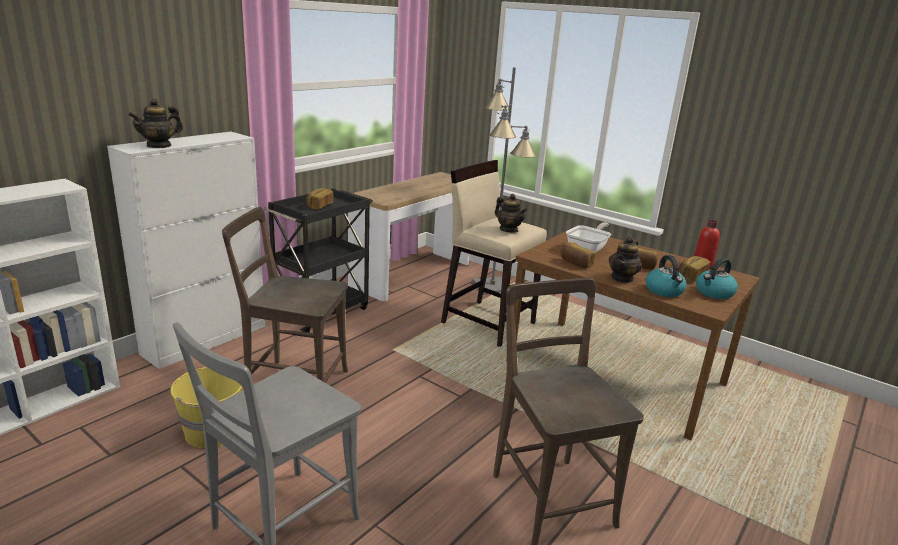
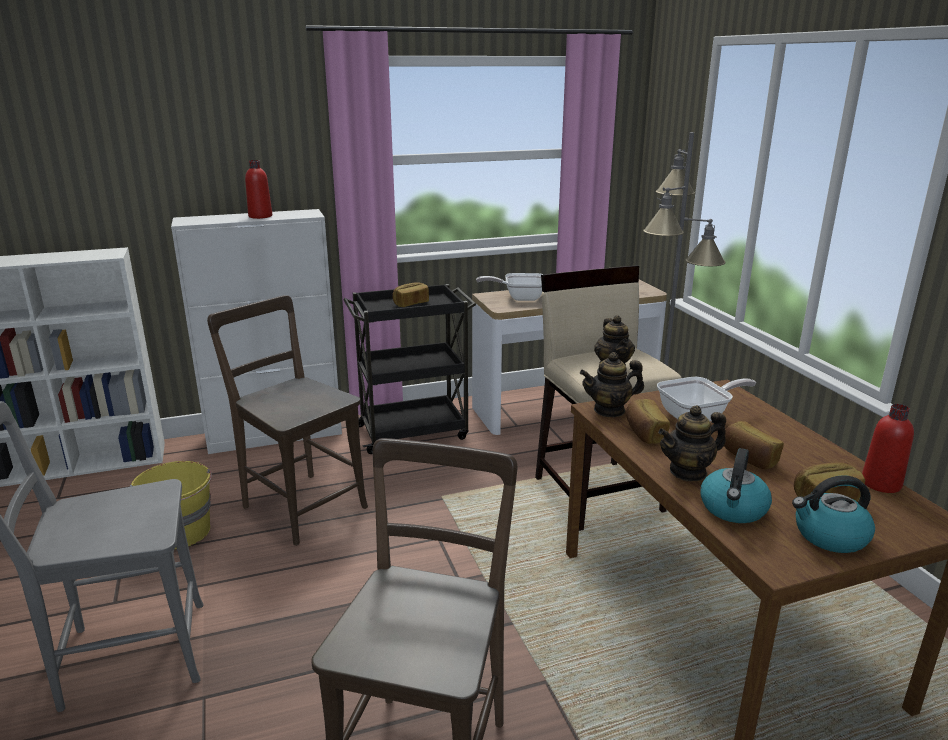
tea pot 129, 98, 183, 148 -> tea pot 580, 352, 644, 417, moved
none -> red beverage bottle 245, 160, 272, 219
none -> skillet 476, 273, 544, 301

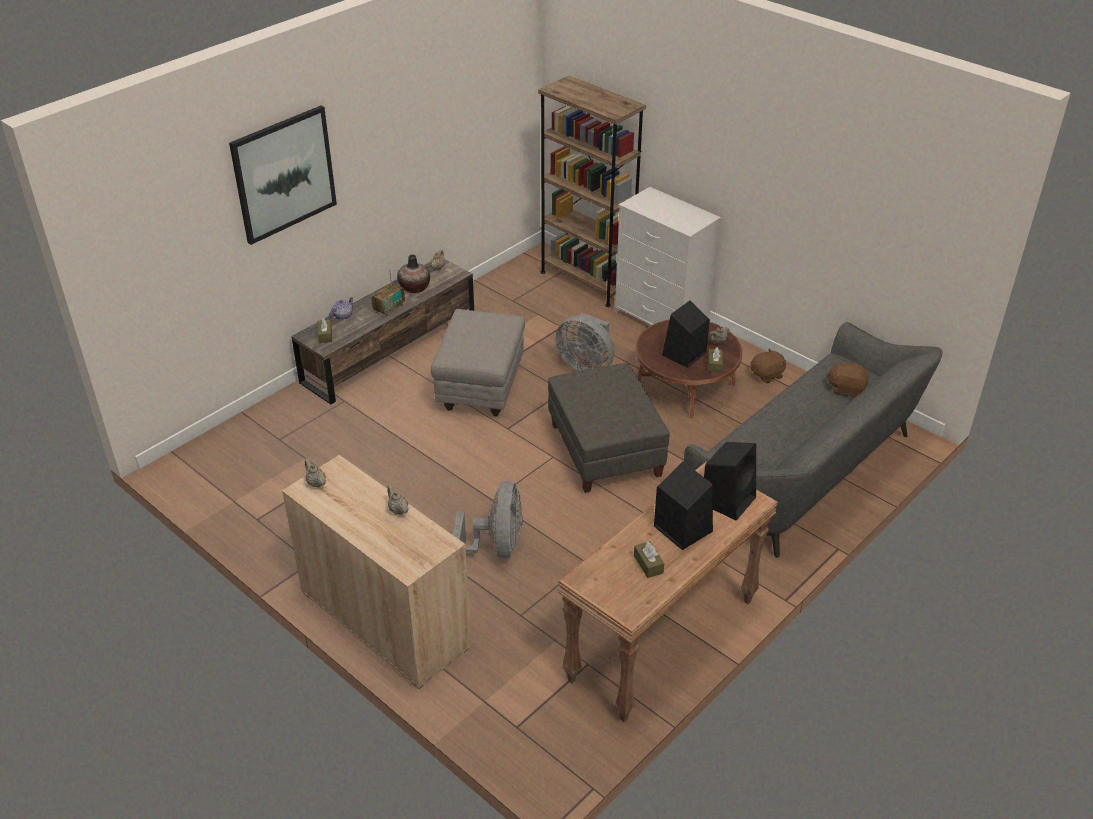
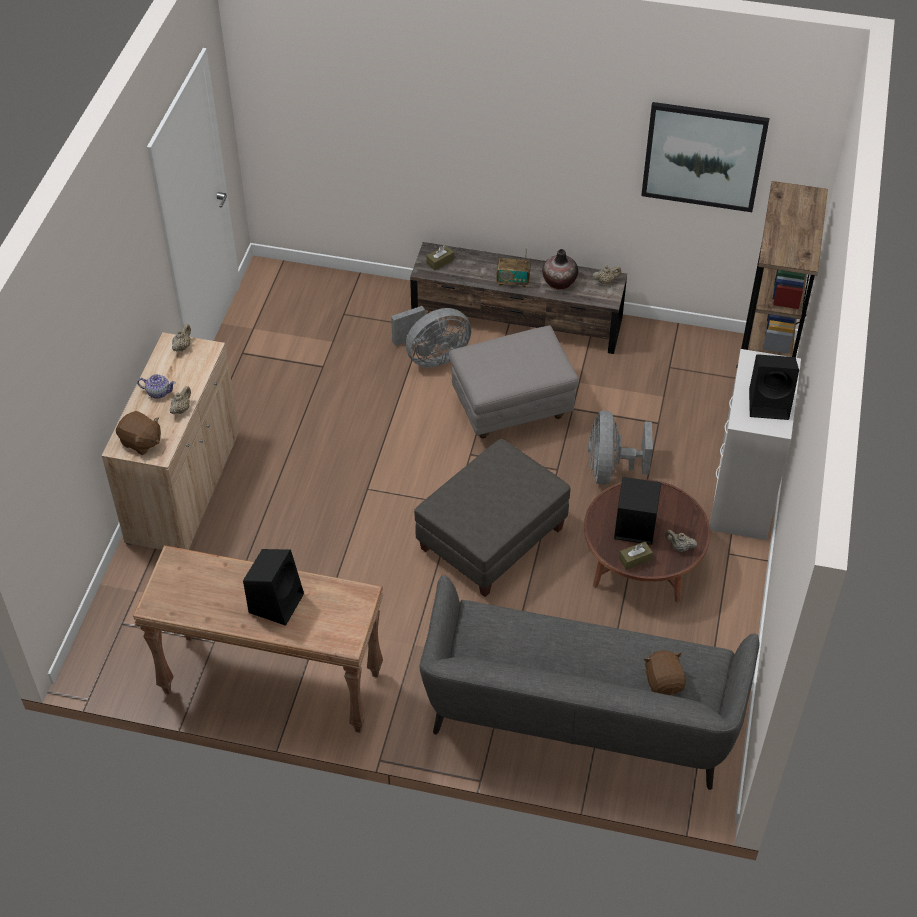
picture 229, 106, 337, 245 -> picture 641, 102, 769, 212, moved
tea pot 329, 297, 354, 320 -> tea pot 137, 374, 176, 398, moved
grey electric fan 453, 481, 523, 558 -> grey electric fan 391, 306, 471, 368, moved
brown tissue box 634, 541, 664, 578 -> none
black-coloured speaker 704, 442, 756, 520 -> black-coloured speaker 749, 354, 799, 420, moved
brown soft toy 751, 348, 787, 383 -> brown soft toy 116, 411, 161, 455, moved

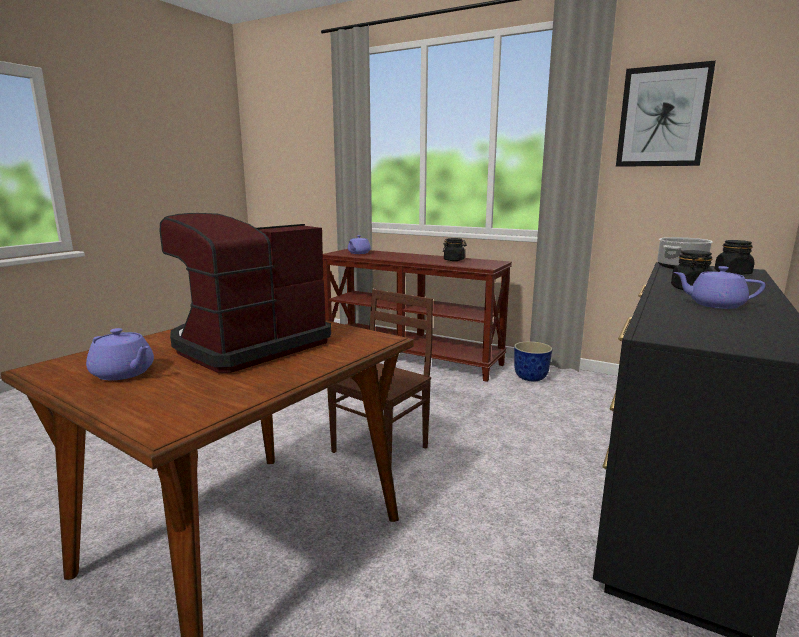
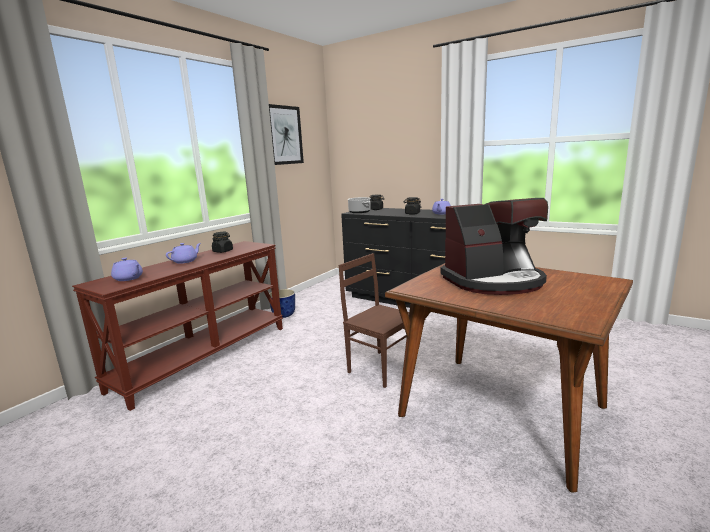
purple-coloured tea pot 86, 328, 154, 380 -> purple-coloured tea pot 166, 243, 201, 264, moved
coffee machine 160, 213, 331, 373 -> coffee machine 441, 198, 548, 295, 60 degrees counterclockwise

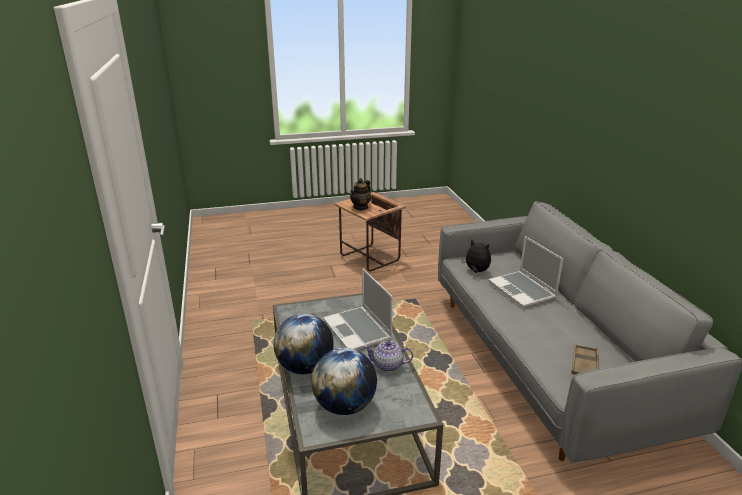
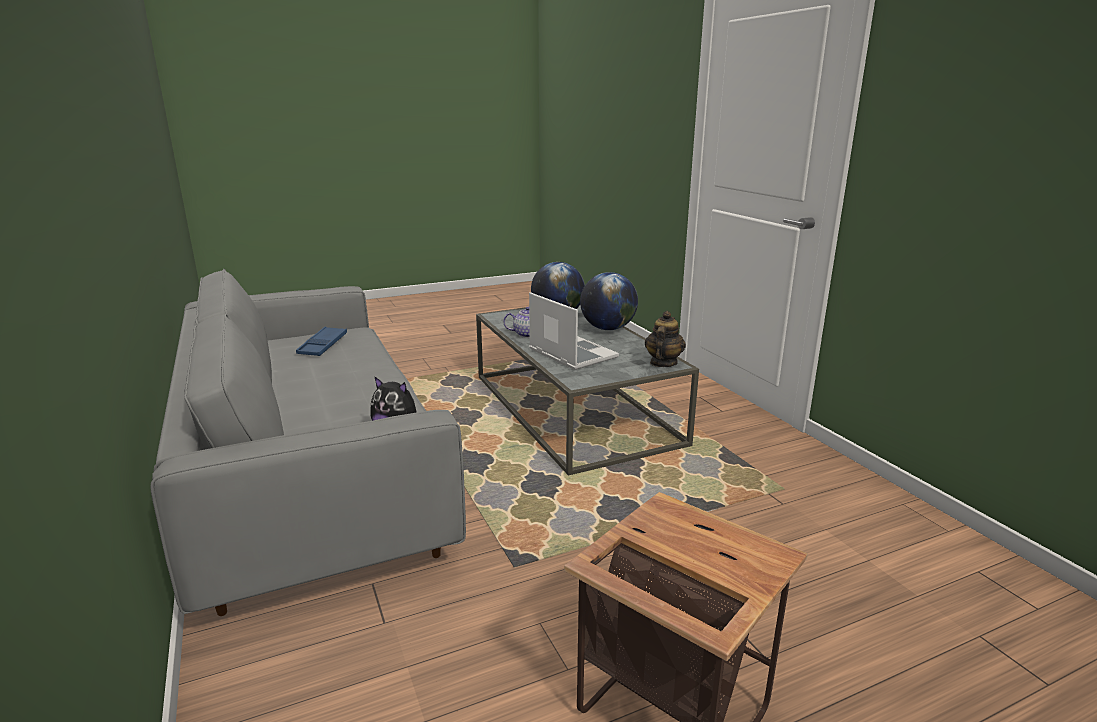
tea pot 350, 178, 371, 210 -> tea pot 645, 311, 686, 367, moved
notebook computer 488, 236, 563, 308 -> none
brown serving tray 571, 344, 599, 375 -> blue serving tray 296, 326, 347, 356

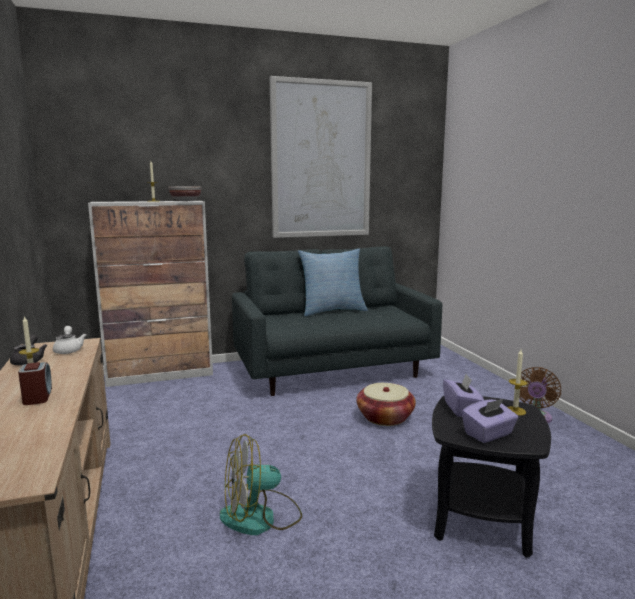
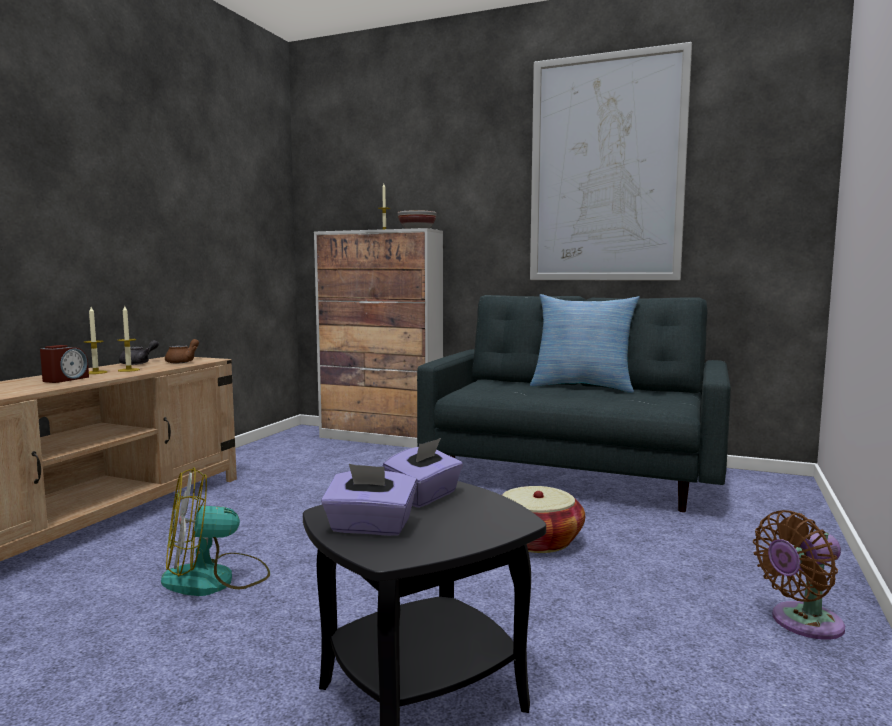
white-coloured tea pot 53, 326, 86, 354 -> brown tea pot 165, 339, 199, 364
electric fan 220, 434, 302, 535 -> electric fan 161, 467, 270, 596, 45 degrees counterclockwise
candle 507, 350, 527, 416 -> candle 117, 306, 140, 372, moved

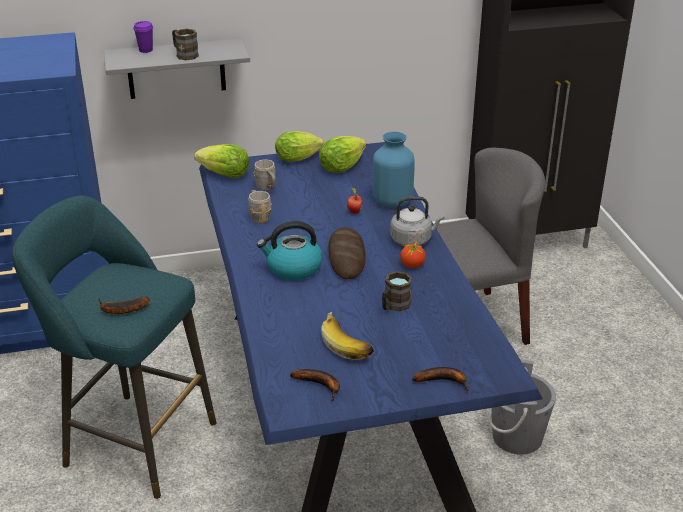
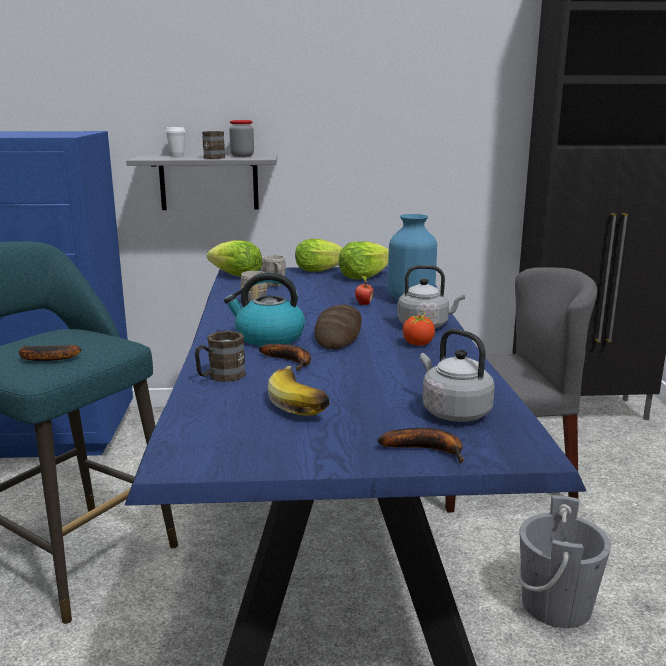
purple-coloured cup 134, 21, 153, 53 -> white-coloured cup 166, 127, 185, 157
banana 290, 369, 340, 401 -> banana 259, 344, 311, 371, moved
brown mug 382, 271, 412, 311 -> brown mug 195, 331, 246, 382, moved
none -> preserve jar 229, 120, 254, 157
none -> grey tea kettle 420, 329, 495, 422

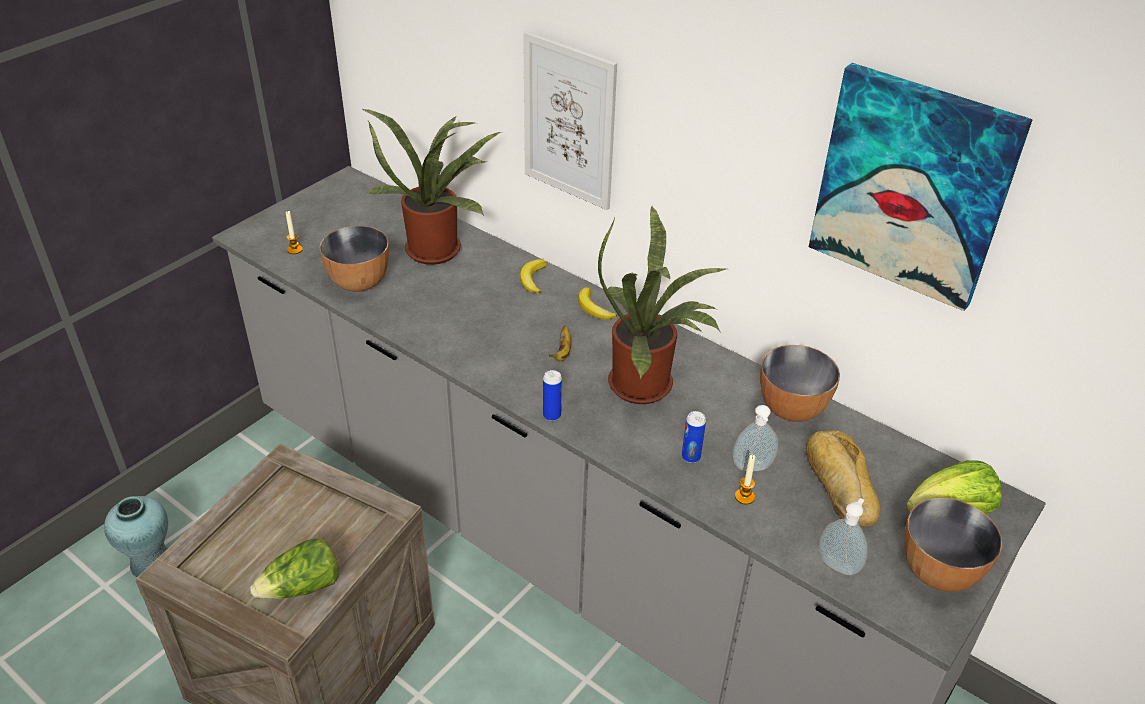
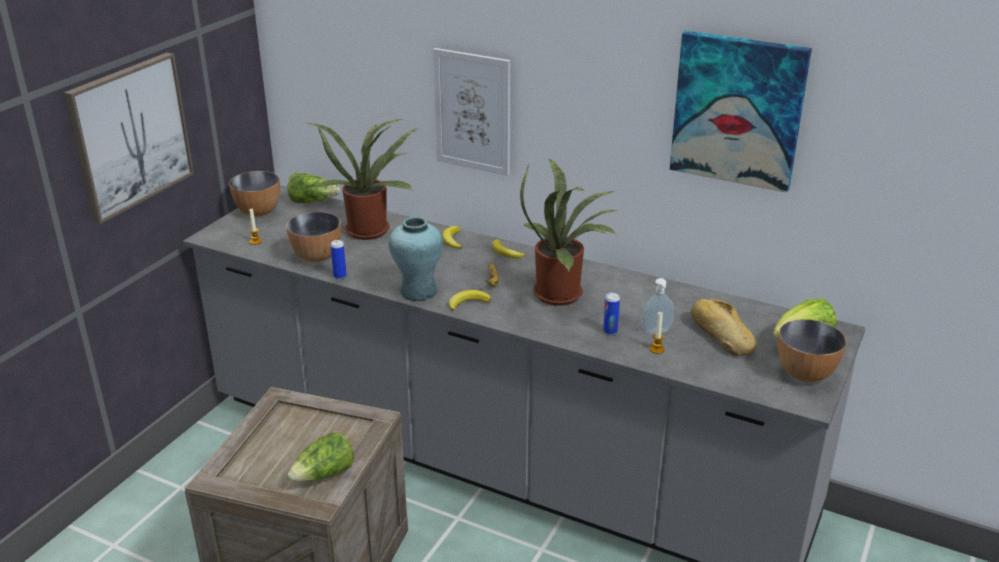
turquoise decorative vase 104, 496, 168, 577 -> turquoise decorative vase 389, 217, 443, 301, moved
can 543, 370, 562, 421 -> can 331, 240, 347, 279, moved
deep dish 760, 345, 840, 422 -> deep dish 229, 171, 280, 216, moved
soap dispenser 819, 498, 868, 575 -> none
none -> picture 64, 52, 194, 224
none -> lettuce head 288, 173, 340, 203
none -> banana 449, 290, 491, 311

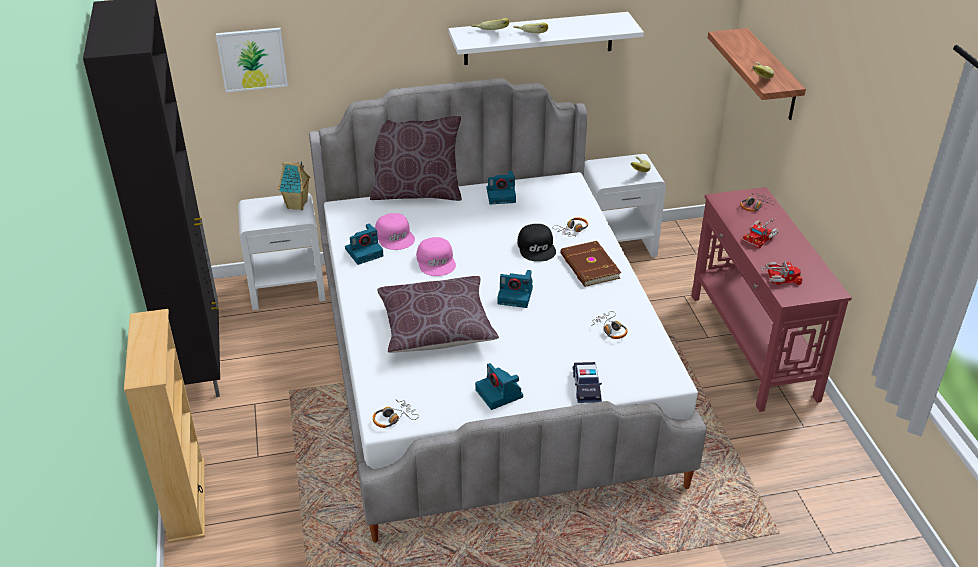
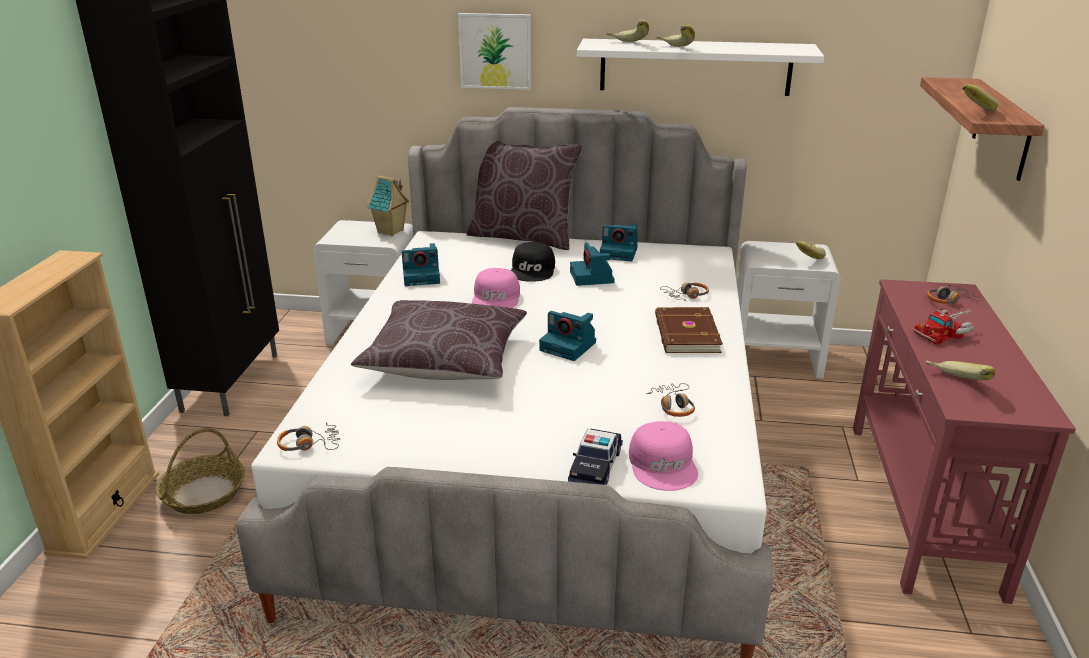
picture 216, 28, 288, 92 -> picture 458, 13, 532, 90, moved
pink baseball cap 375, 213, 415, 250 -> pink baseball cap 629, 421, 698, 491, moved
photo camera 475, 363, 523, 410 -> photo camera 570, 243, 615, 286, moved
black-coloured baseball cap 517, 224, 556, 262 -> black-coloured baseball cap 511, 242, 555, 282, moved
toy truck 760, 261, 803, 285 -> banana 925, 361, 995, 380
none -> household basket 156, 428, 245, 514

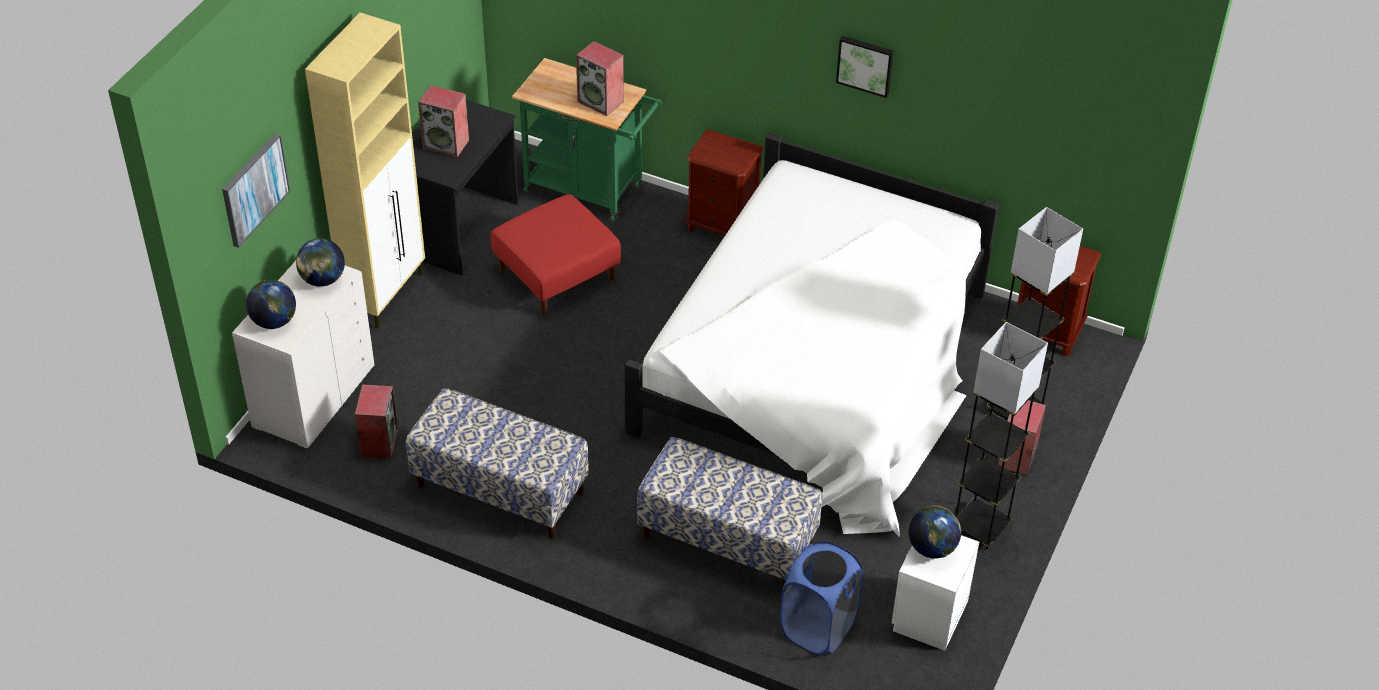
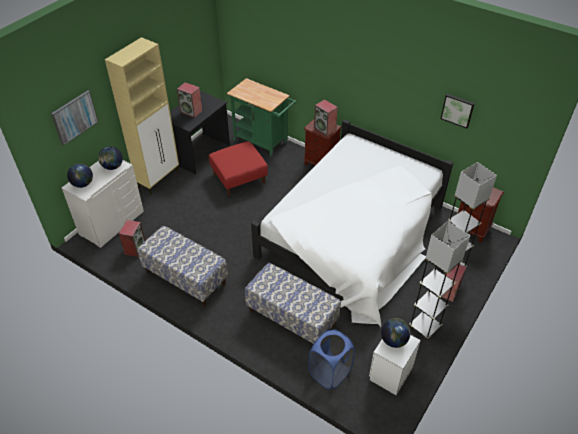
speaker 576, 41, 624, 116 -> speaker 314, 99, 338, 136, moved
picture 836, 36, 894, 98 -> picture 441, 94, 475, 129, moved

